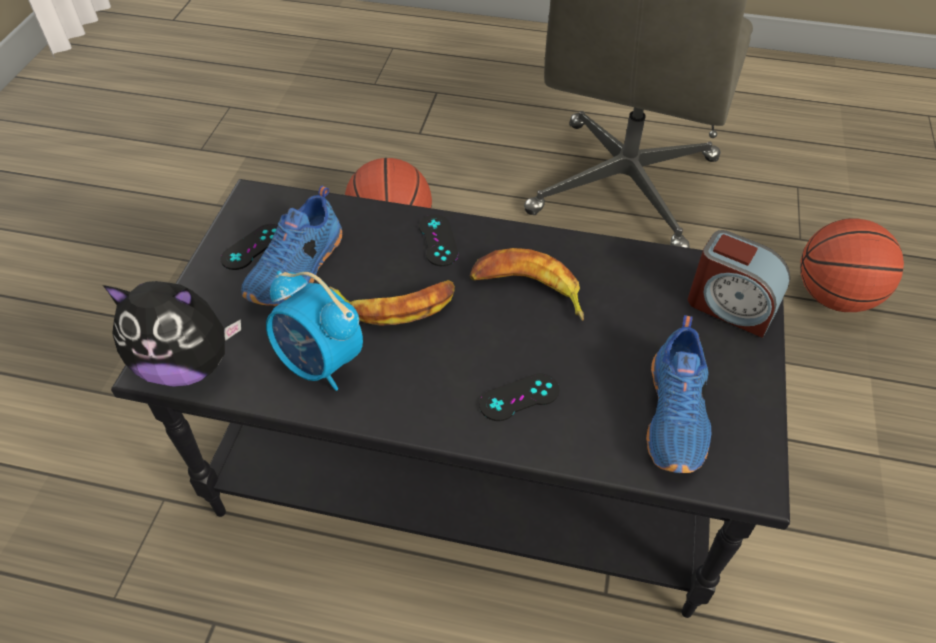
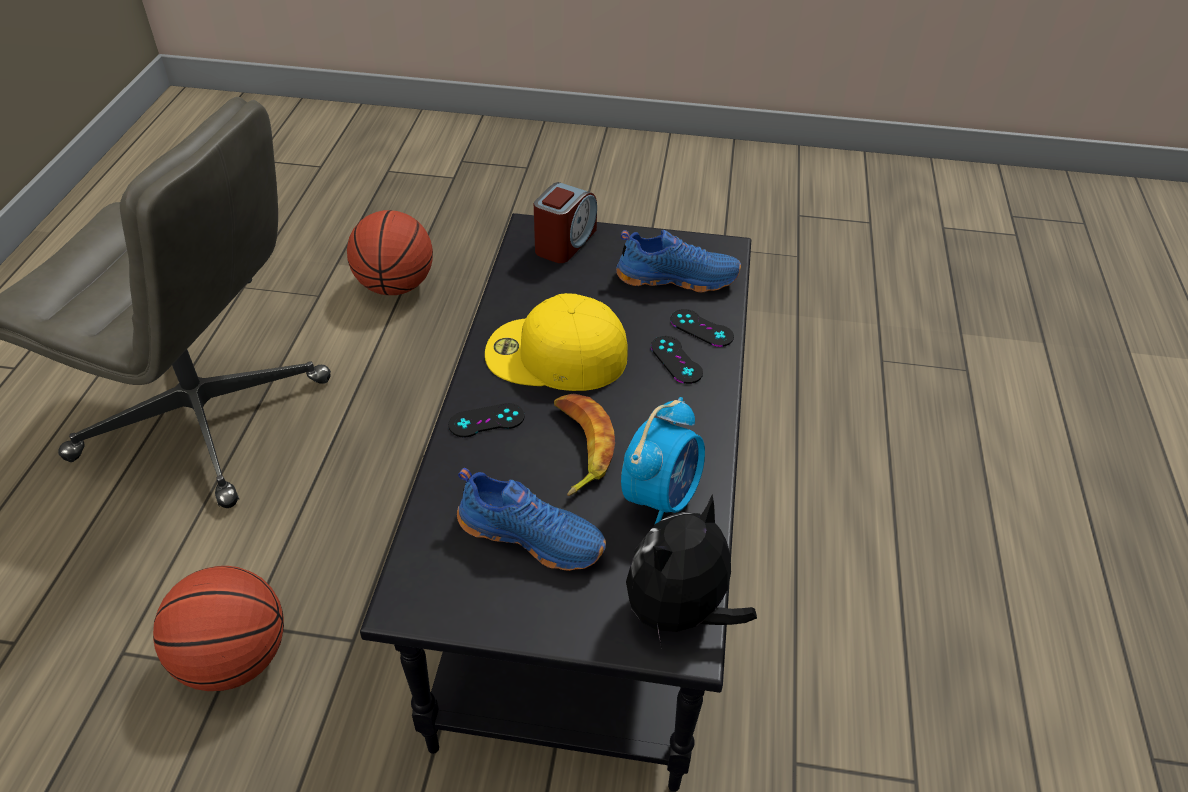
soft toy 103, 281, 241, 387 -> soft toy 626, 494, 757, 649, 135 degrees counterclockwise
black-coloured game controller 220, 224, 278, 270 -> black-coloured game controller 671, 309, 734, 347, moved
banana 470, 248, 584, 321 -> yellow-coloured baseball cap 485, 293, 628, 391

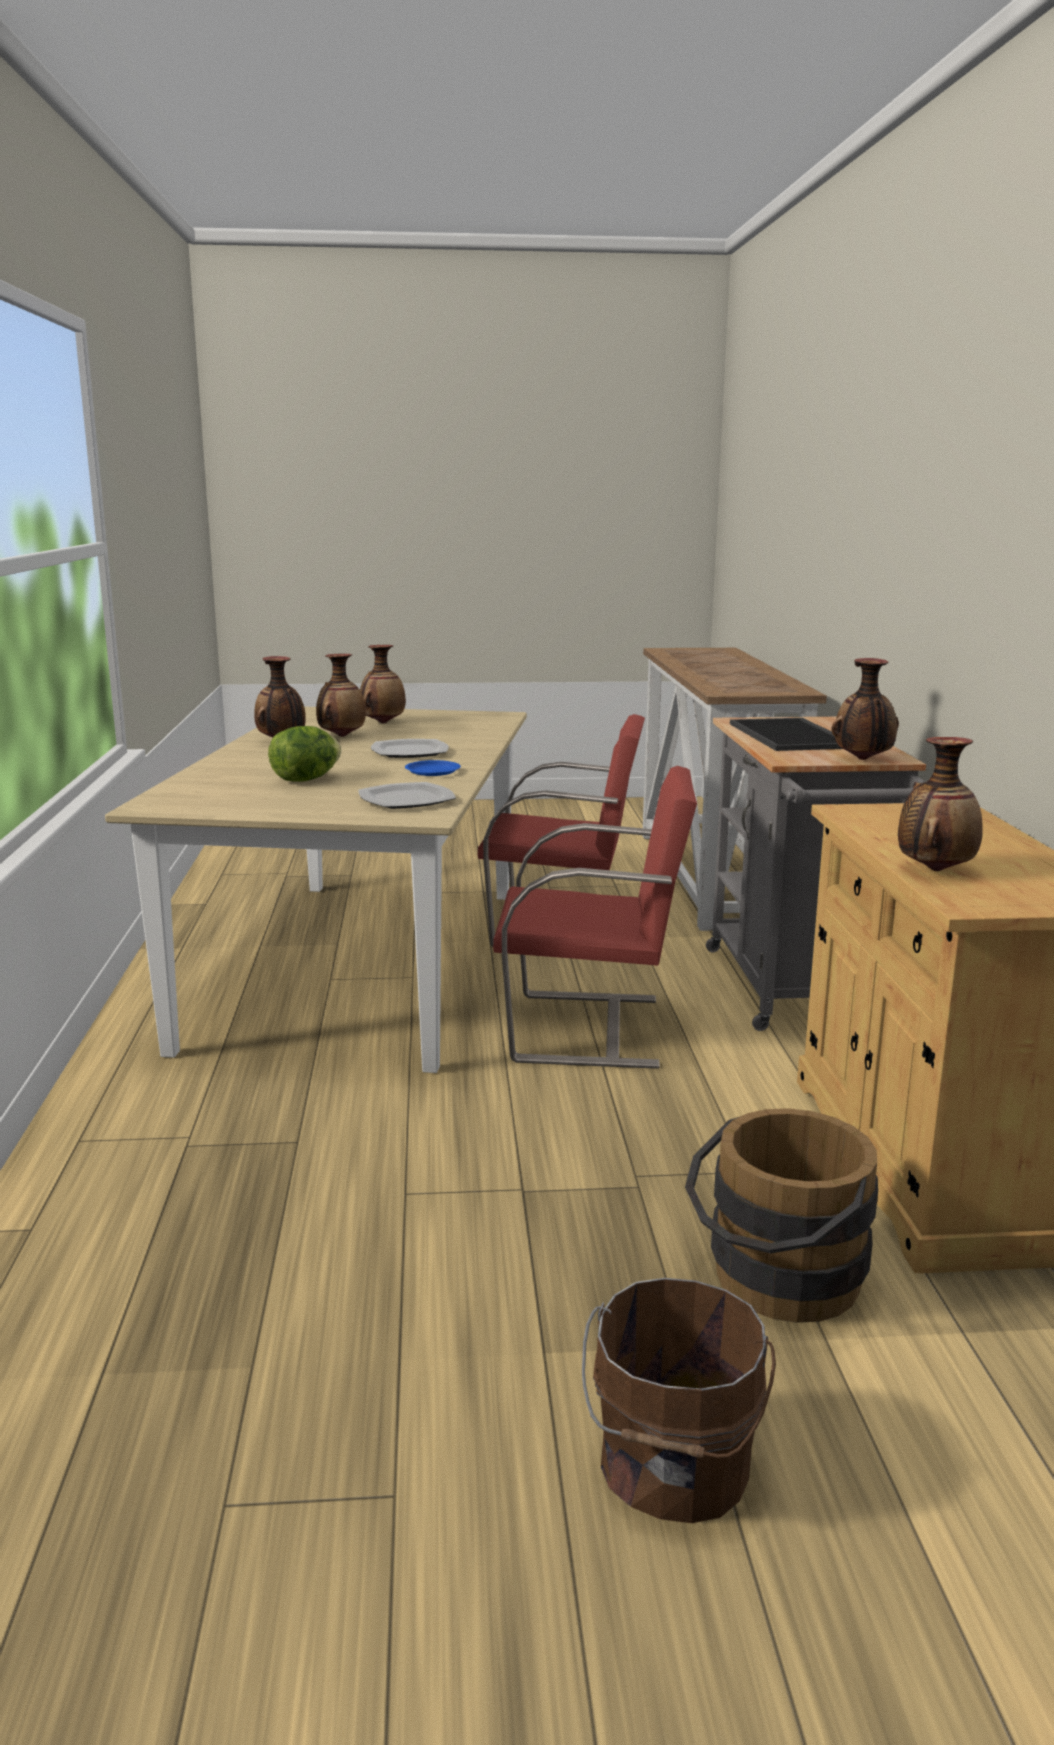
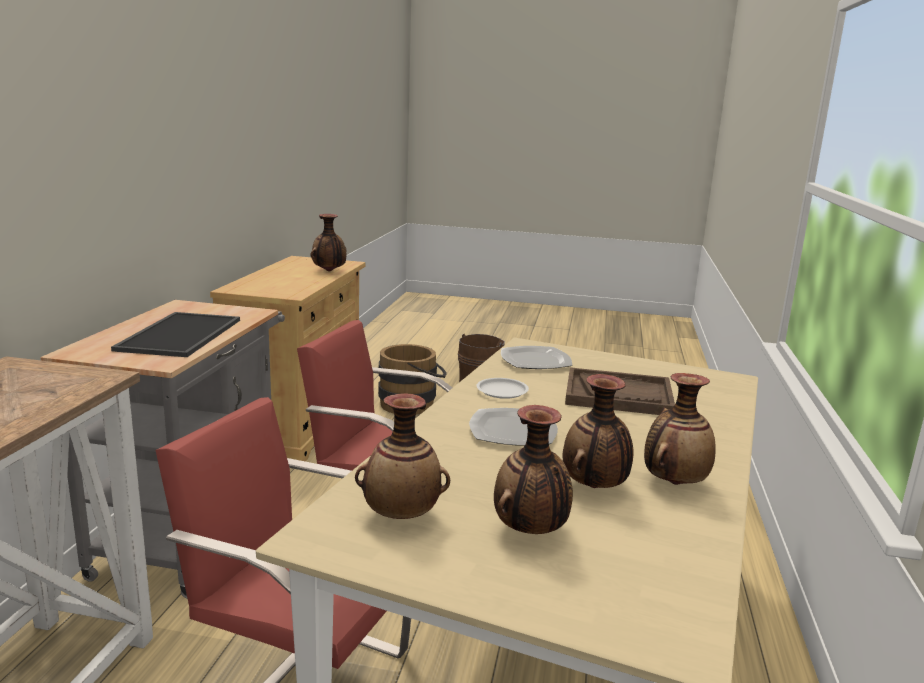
lettuce head 268, 726, 341, 782 -> brown serving tray 565, 367, 675, 415
blue flat dish 405, 760, 461, 776 -> white-coloured flat dish 477, 378, 529, 399
decorative vase 831, 658, 899, 760 -> decorative vase 355, 393, 450, 519, moved

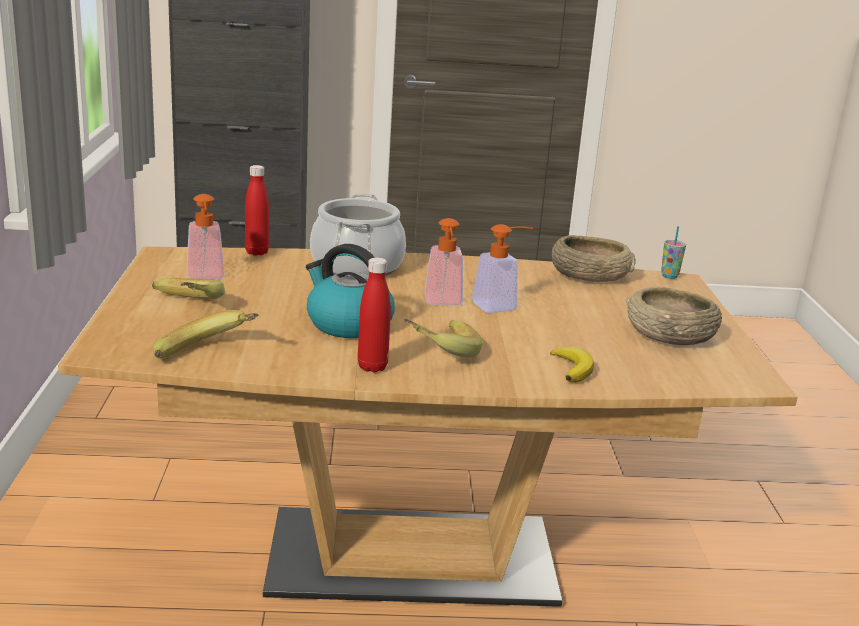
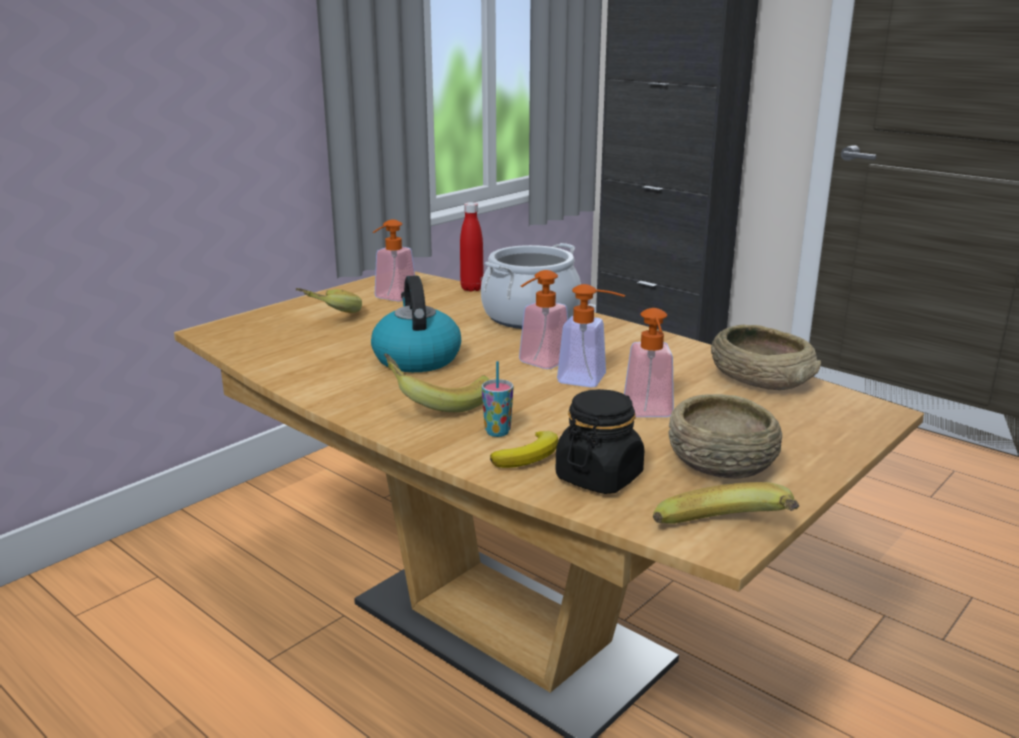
banana 153, 310, 259, 358 -> banana 653, 482, 799, 523, moved
red beverage bottle 358, 258, 391, 372 -> none
cup 661, 226, 686, 279 -> cup 482, 361, 513, 437, moved
none -> black-coloured preserve jar 555, 389, 644, 494
none -> soap dispenser 624, 308, 674, 417

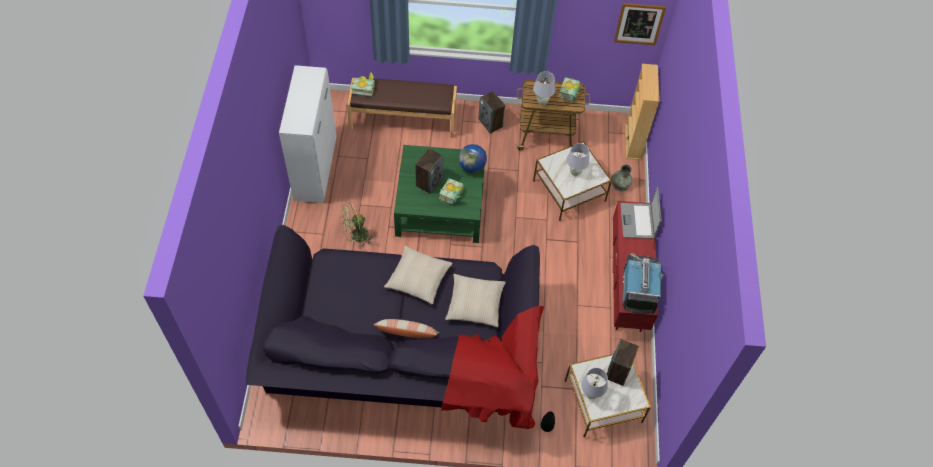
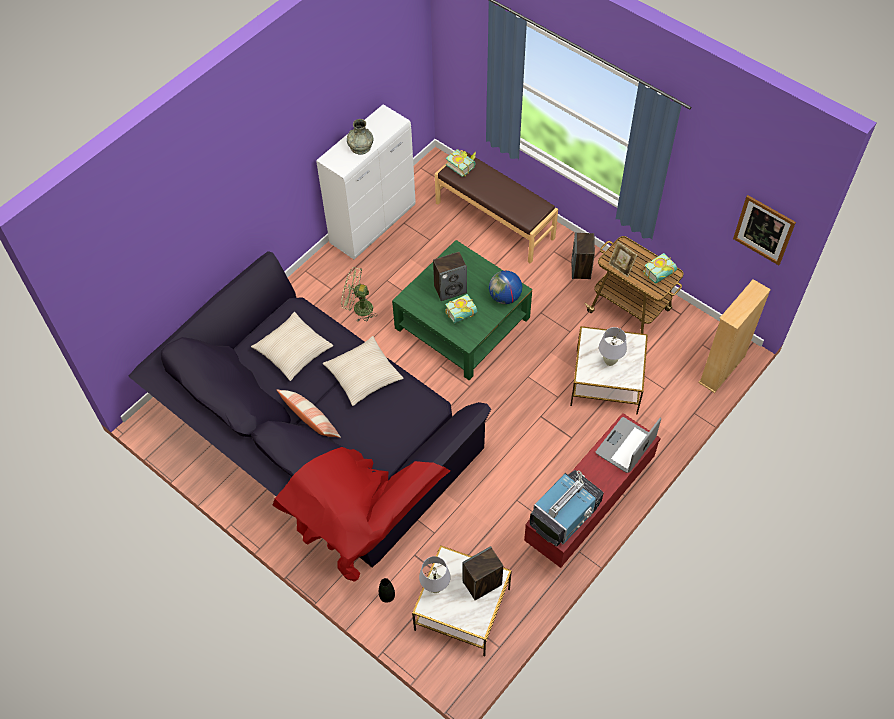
beige-coloured cushion 445, 274, 506, 327 -> beige-coloured cushion 251, 312, 333, 381, moved
white-coloured table lamp 533, 71, 555, 106 -> photo frame 609, 241, 637, 277
grey decorative vase 611, 164, 633, 191 -> grey decorative vase 347, 119, 373, 155, moved

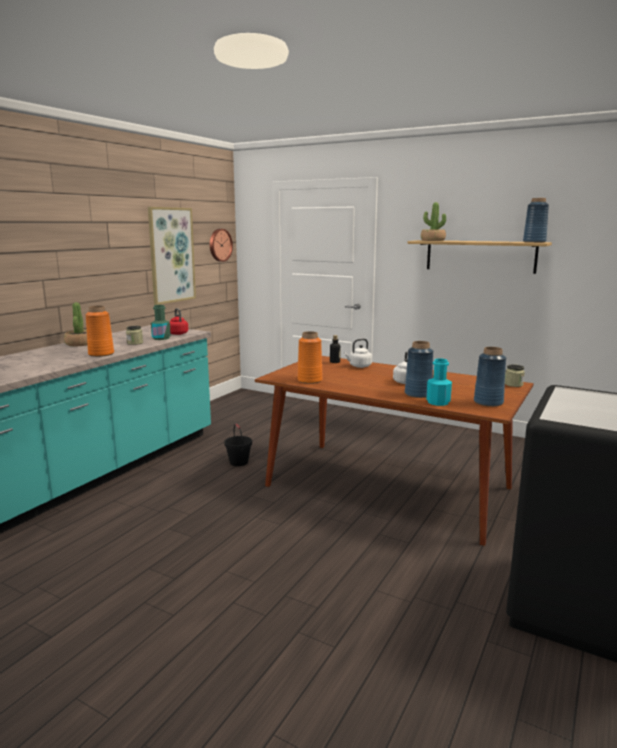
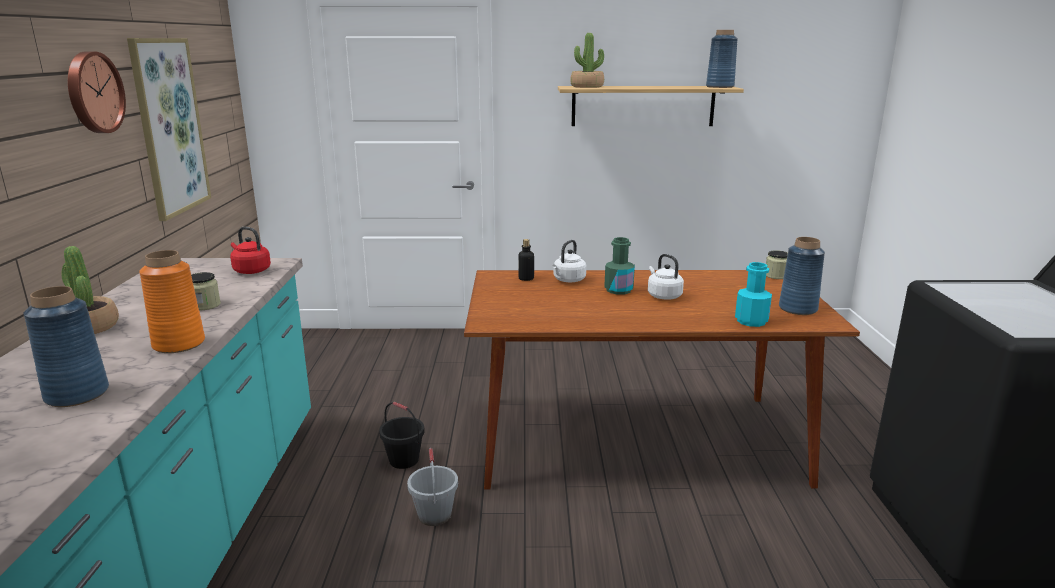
green-coloured beverage bottle 151, 305, 171, 340 -> green-coloured beverage bottle 604, 237, 635, 295, moved
clock on the wall 210, 229, 233, 262 -> clock on the wall 68, 51, 126, 133, moved
orange decorative vase 297, 331, 323, 384 -> none
blue decorative vase 405, 341, 433, 398 -> blue decorative vase 23, 286, 109, 407, moved
none -> grey pail 407, 448, 458, 526

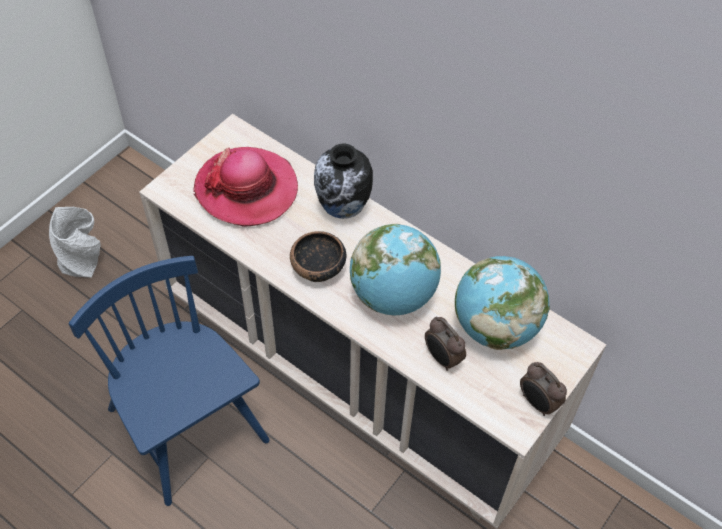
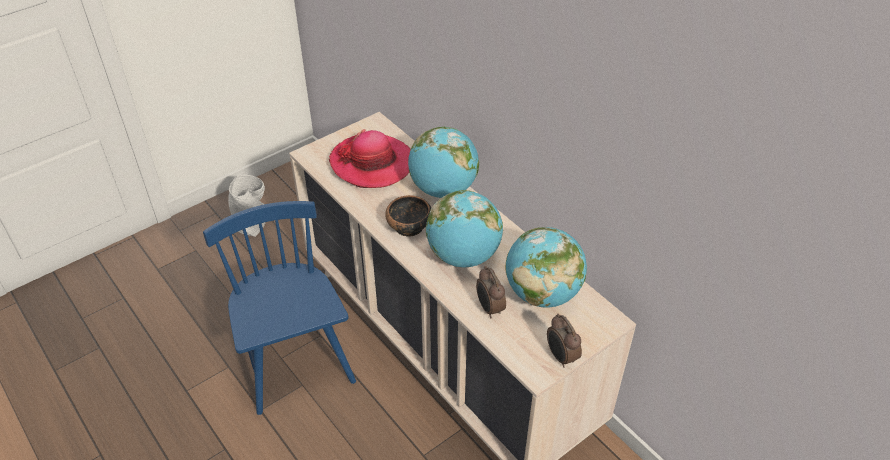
decorative vase 314, 144, 373, 219 -> desk globe 408, 127, 479, 198

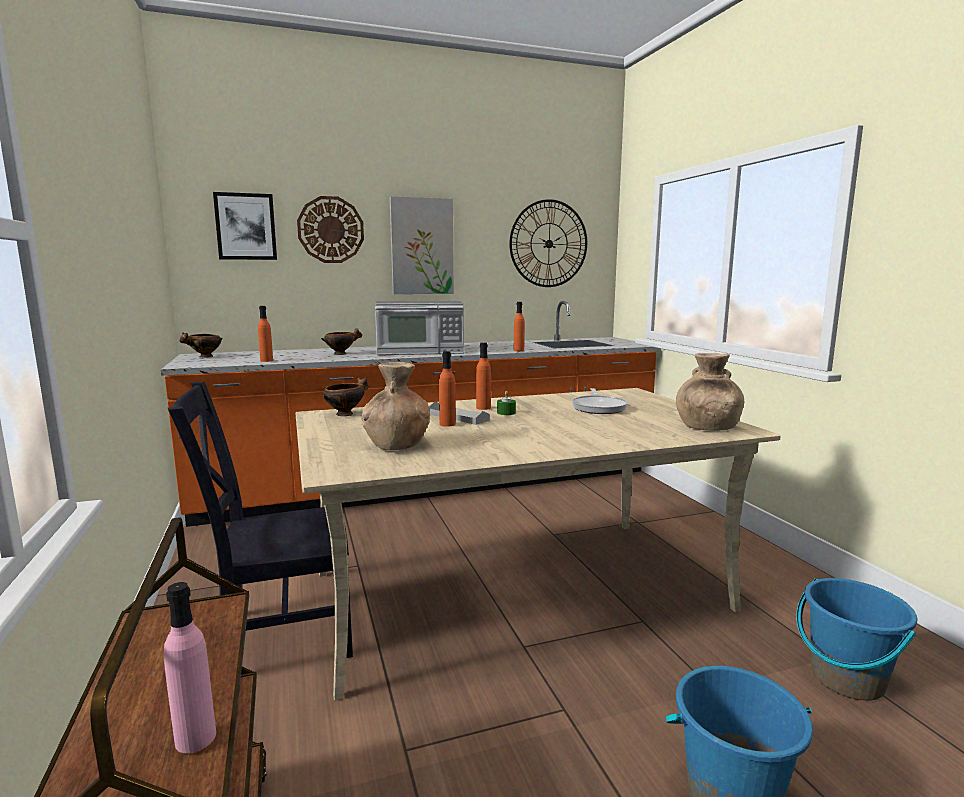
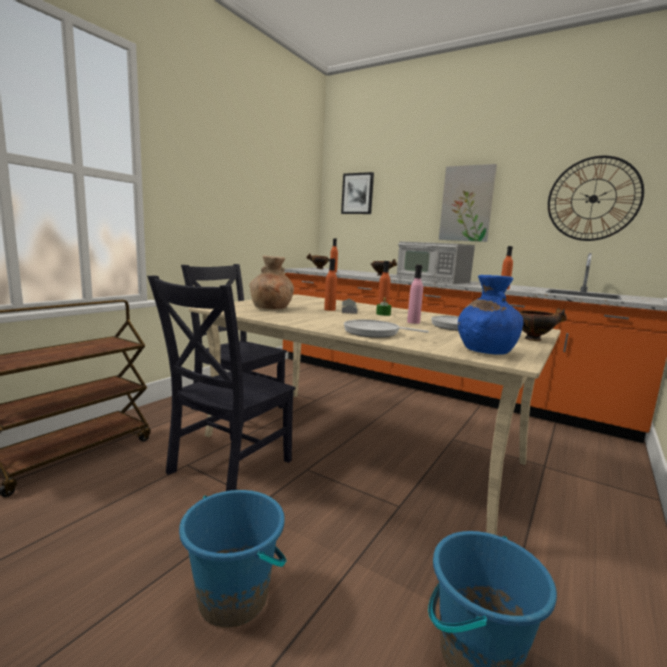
pink beverage bottle 164, 582, 216, 753 -> pink beverage bottle 407, 265, 423, 324, moved
clock on the wall 297, 196, 364, 263 -> none
deep dish 323, 377, 369, 416 -> deep dish 519, 308, 567, 341, moved
brown decorative vase 676, 353, 744, 431 -> blue decorative vase 458, 275, 523, 355
none -> black-coloured plain chair 147, 276, 295, 491
none -> skillet 344, 320, 429, 338

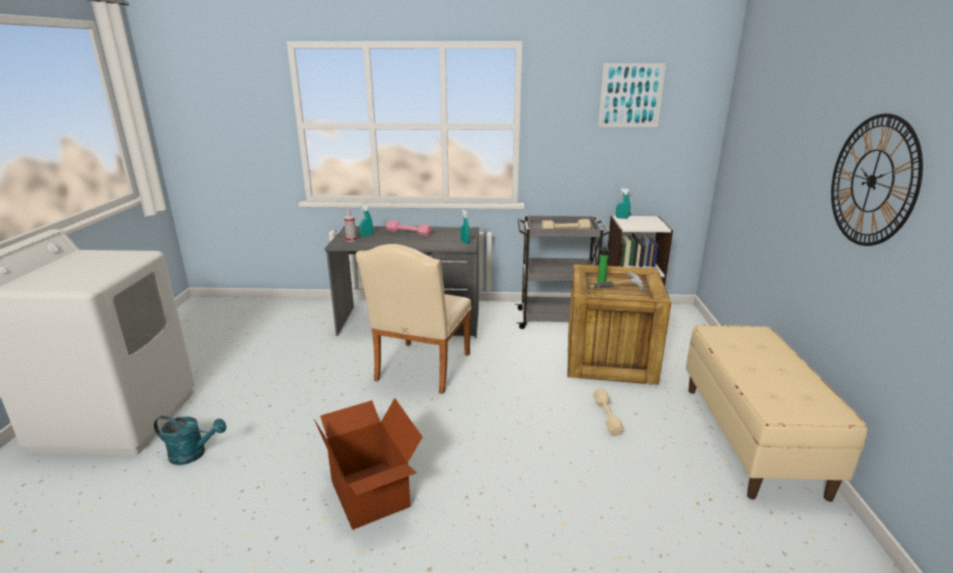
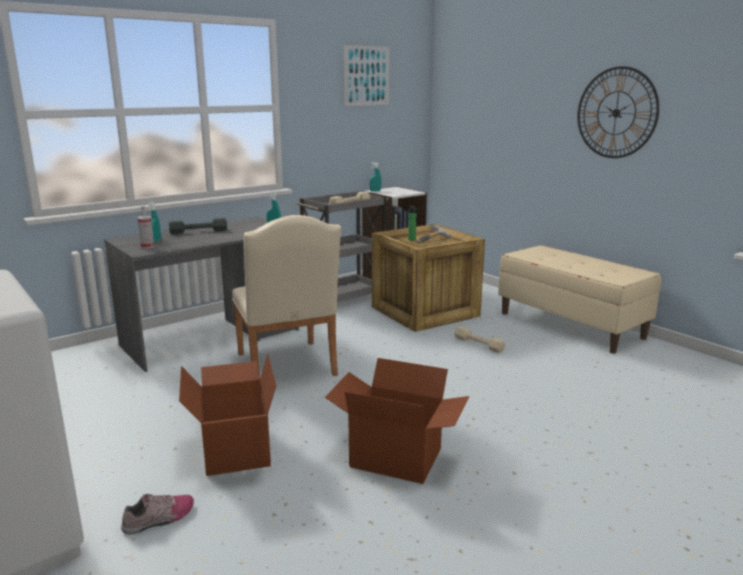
turquoise watering can 154, 416, 227, 465 -> shoe 121, 493, 194, 535
pink free weight 386, 220, 432, 237 -> grey free weight 169, 218, 227, 234
none -> cardboard box 179, 354, 276, 476

